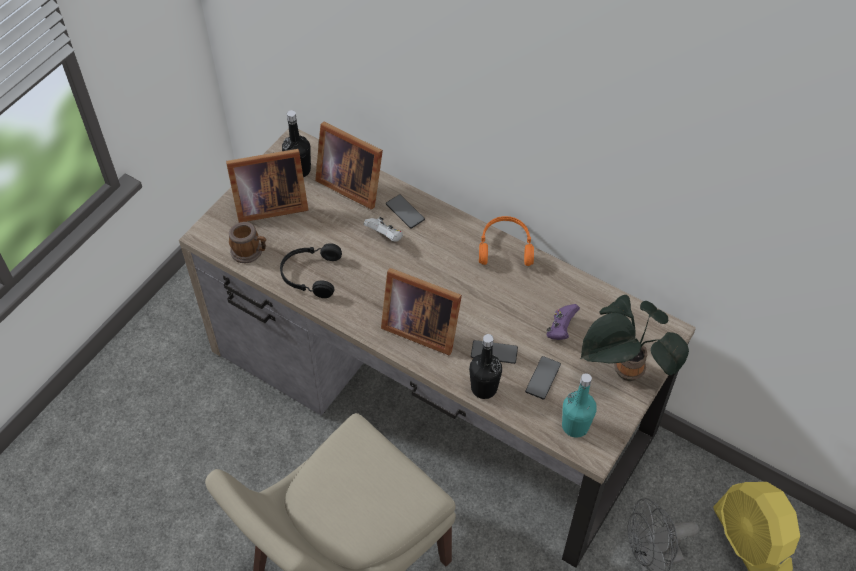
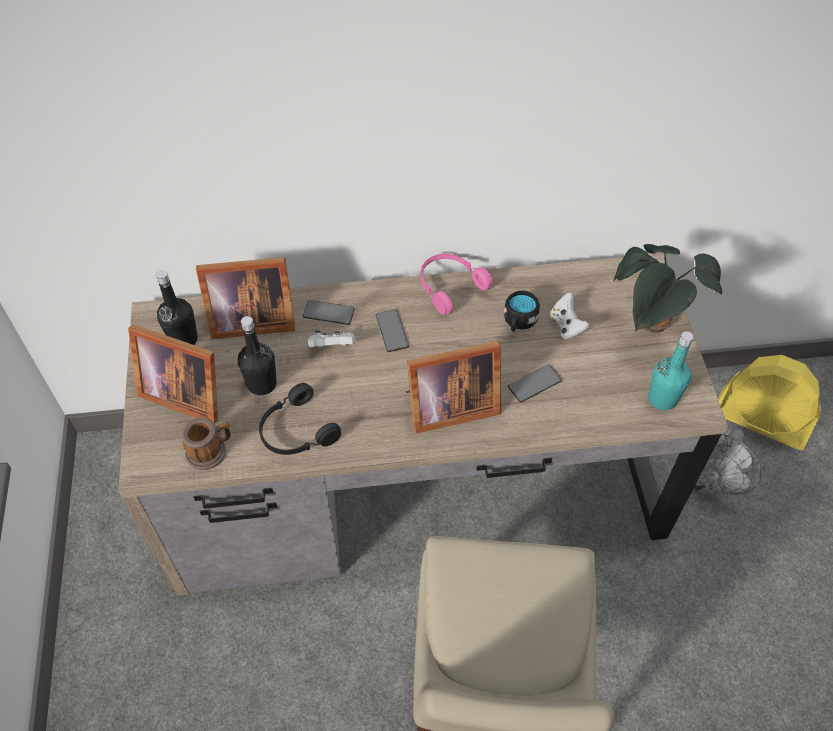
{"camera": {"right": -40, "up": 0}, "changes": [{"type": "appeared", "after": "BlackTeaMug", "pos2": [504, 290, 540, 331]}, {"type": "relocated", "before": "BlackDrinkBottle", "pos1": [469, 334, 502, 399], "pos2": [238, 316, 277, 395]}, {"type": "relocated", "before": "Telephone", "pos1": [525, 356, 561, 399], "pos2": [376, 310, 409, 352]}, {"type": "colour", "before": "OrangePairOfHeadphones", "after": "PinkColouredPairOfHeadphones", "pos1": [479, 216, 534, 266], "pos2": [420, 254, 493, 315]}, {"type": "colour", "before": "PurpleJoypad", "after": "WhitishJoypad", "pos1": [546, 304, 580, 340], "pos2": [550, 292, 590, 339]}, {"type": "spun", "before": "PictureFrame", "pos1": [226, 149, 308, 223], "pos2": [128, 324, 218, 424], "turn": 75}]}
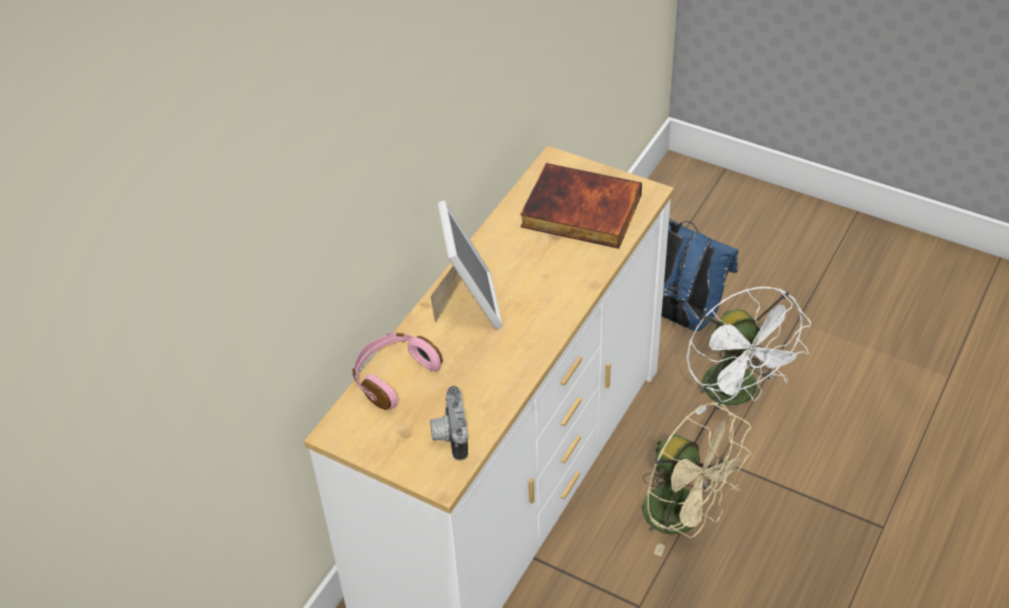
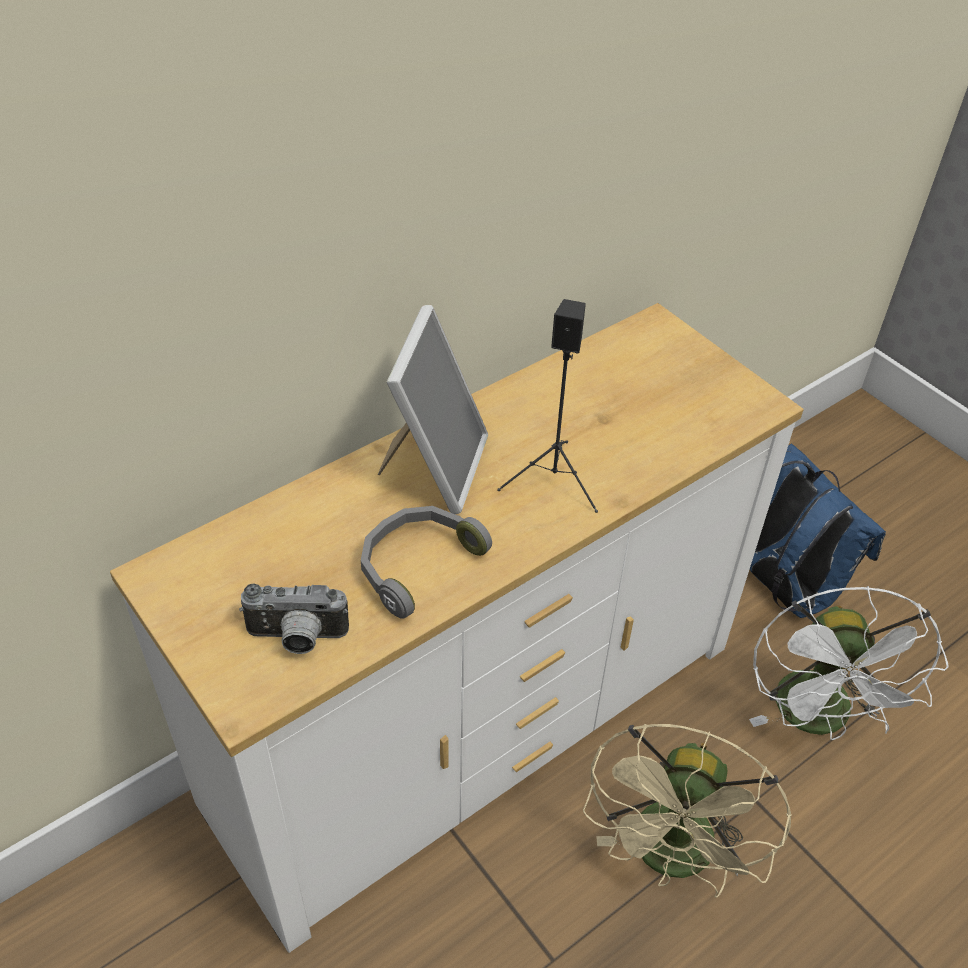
{"camera": {"right": 20, "up": 0}, "changes": [{"type": "missing", "before": "PinkColouredPairOfHeadphones", "pos1": [351, 333, 443, 410]}, {"type": "missing", "before": "BoundBook", "pos1": [520, 163, 642, 249]}, {"type": "appeared", "after": "GreyPairOfHeadphones", "pos2": [361, 506, 492, 619]}, {"type": "appeared", "after": "BlackAudioSpeaker", "pos2": [497, 299, 598, 513]}, {"type": "spun", "before": "PhotoCamera", "pos1": [430, 386, 468, 461], "pos2": [239, 583, 349, 654], "turn": -105}, {"type": "spun", "before": "BeigeCoolingFan", "pos1": [642, 401, 752, 556], "pos2": [583, 724, 792, 898], "turn": 45}]}
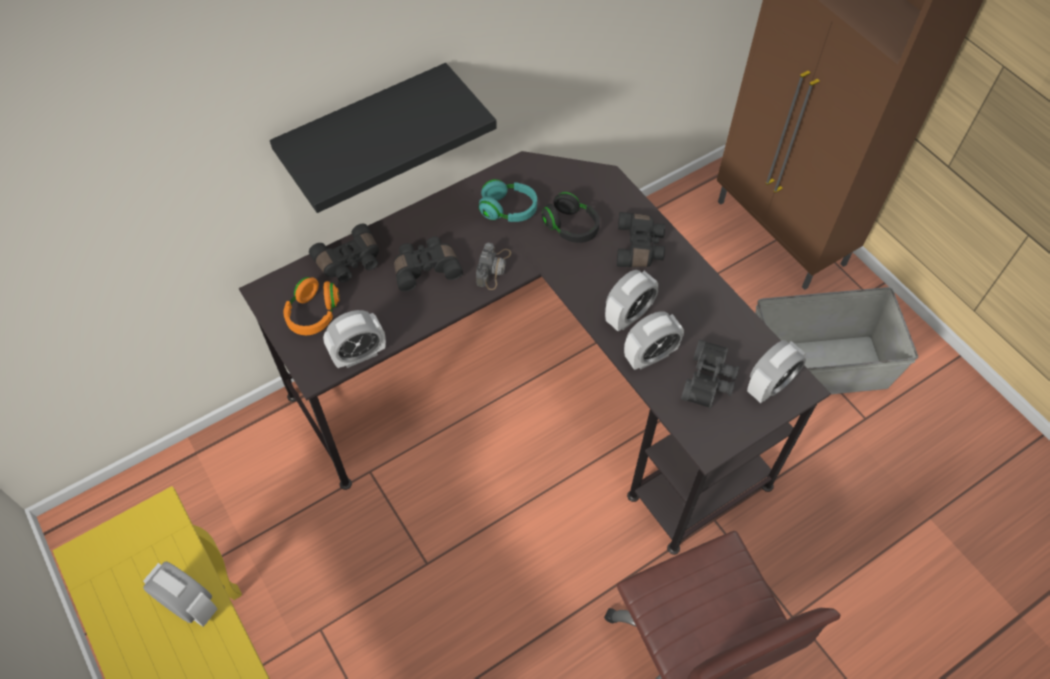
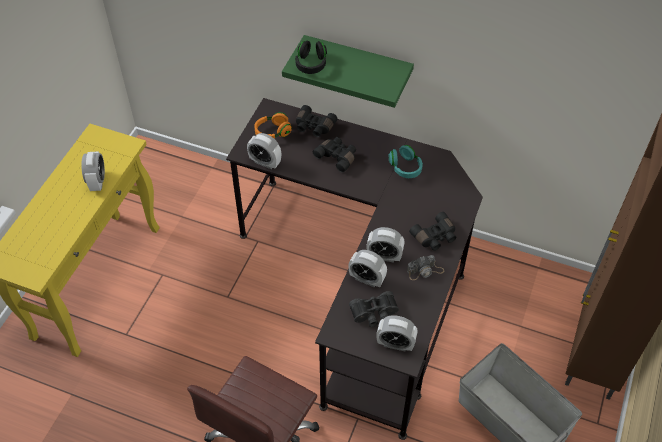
{"camera": {"right": 55, "up": -5}, "changes": [{"type": "relocated", "before": "PhotoCamera", "pos1": [476, 242, 511, 290], "pos2": [407, 255, 444, 280]}, {"type": "relocated", "before": "BlackPairOfHeadphones", "pos1": [542, 192, 600, 243], "pos2": [295, 41, 327, 74]}, {"type": "colour", "before": "BlackWallShelf", "after": "GreenWallShelf", "pos1": [270, 63, 497, 213], "pos2": [282, 35, 414, 108]}]}
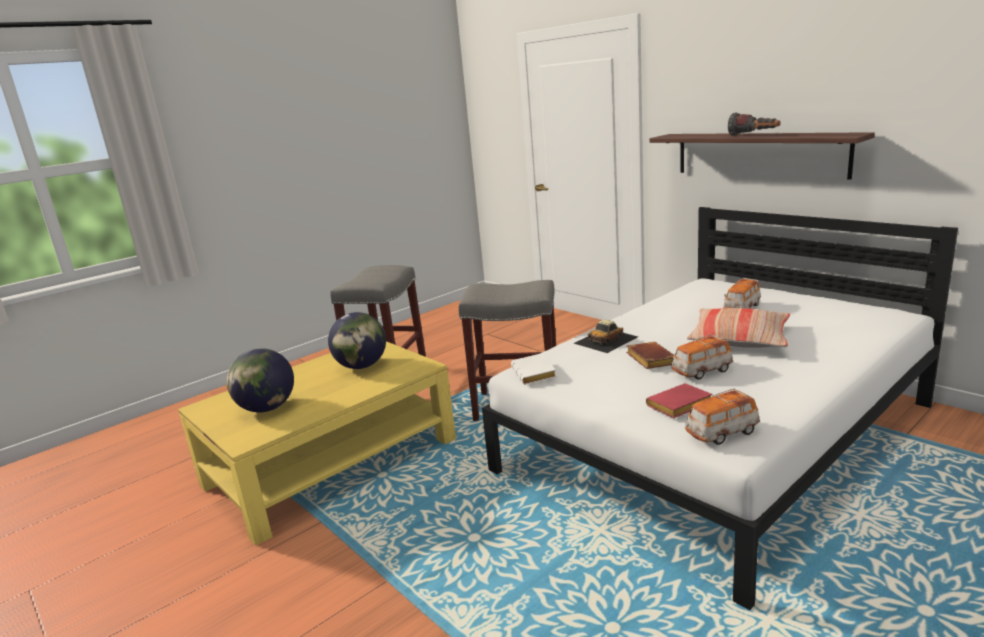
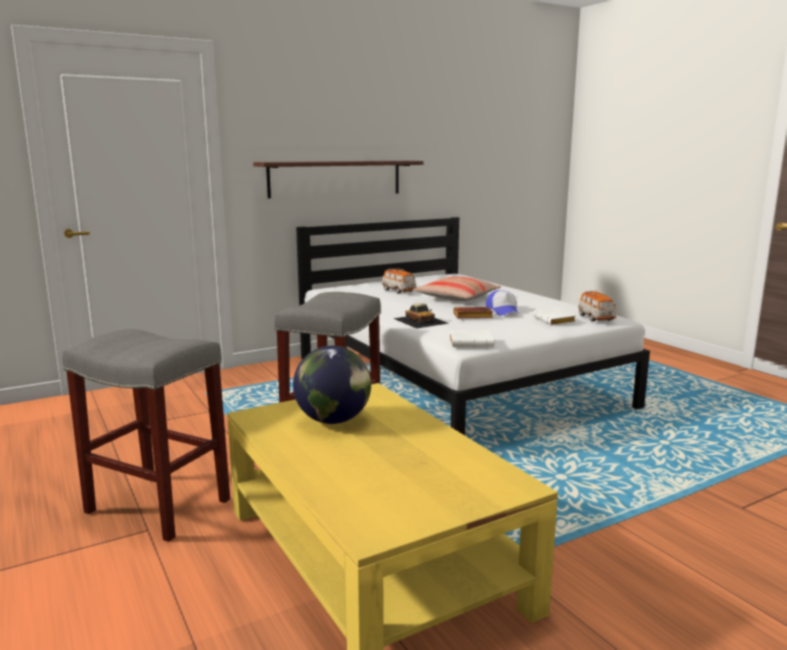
{"camera": {"right": -80, "up": -5}, "changes": [{"type": "missing", "before": "DeskGlobe", "pos1": [227, 348, 294, 412]}, {"type": "missing", "before": "Flashlight", "pos1": [728, 112, 781, 136]}, {"type": "exchanged", "before": "ModelCar", "after": "PeakedCap", "pos1": [671, 334, 733, 380], "pos2": [486, 290, 519, 316]}, {"type": "colour", "before": "RedColouredBoundBook", "after": "WhitishBoundBook", "pos1": [646, 383, 713, 418], "pos2": [533, 307, 576, 325]}]}
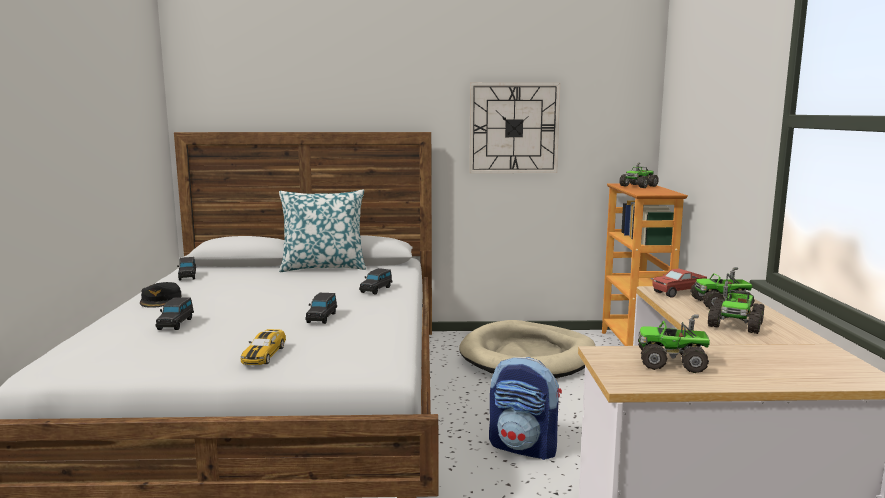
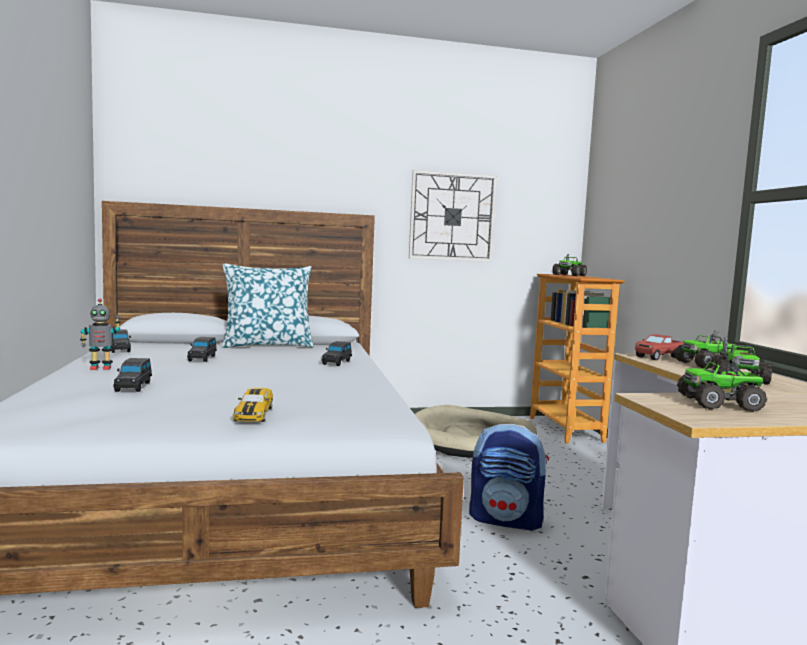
{"camera": {"right": -10, "up": -5}, "changes": [{"type": "relocated", "before": "BlackModelCar", "pos1": [306, 293, 337, 324], "pos2": [187, 337, 217, 362]}, {"type": "exchanged", "before": "BlackPeakedCap", "after": "ToyRobot", "pos1": [140, 282, 182, 308], "pos2": [80, 298, 121, 370]}]}
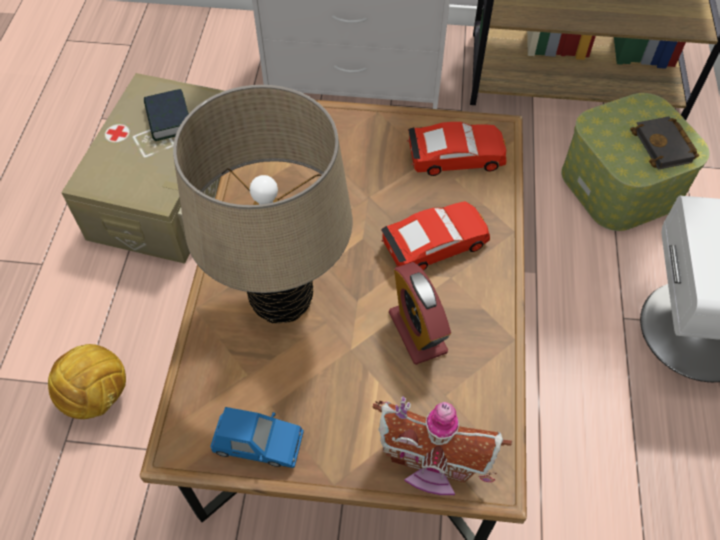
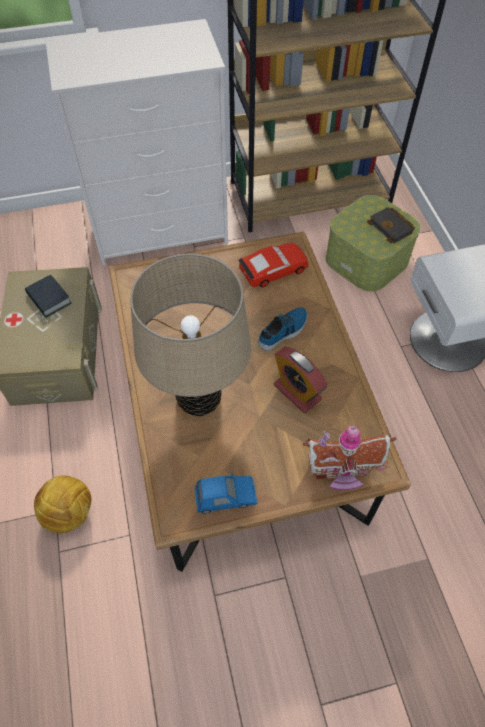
{"camera": {"right": -20, "up": 0}, "changes": [{"type": "exchanged", "before": "RedColouredModelCar", "after": "Shoe", "pos1": [381, 201, 490, 271], "pos2": [258, 308, 308, 351]}]}
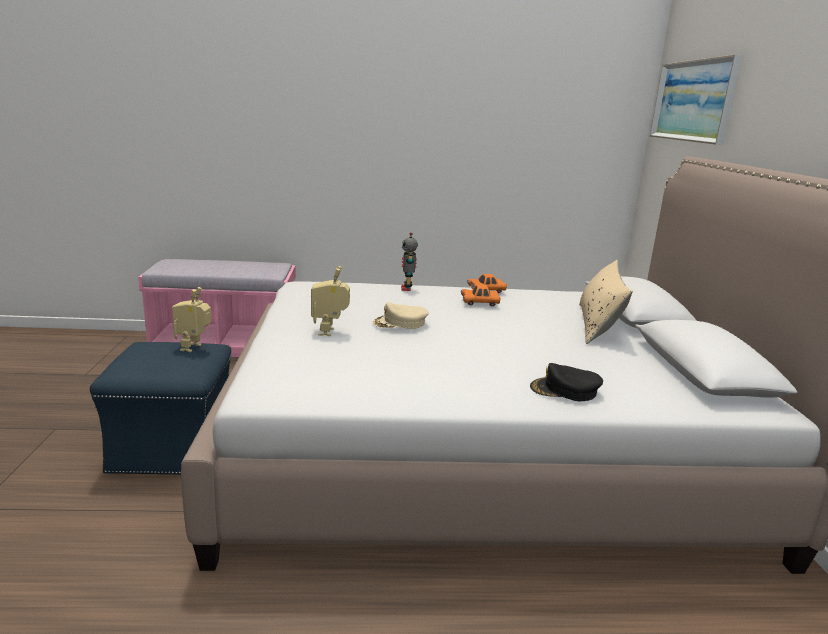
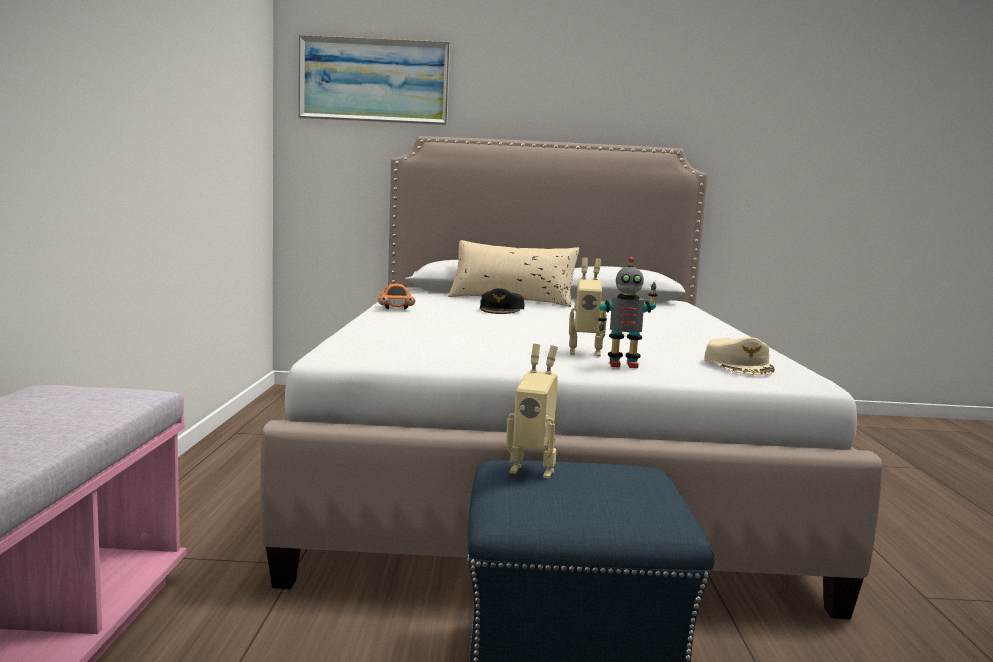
{"camera": {"right": -85, "up": -10}, "changes": [{"type": "missing", "before": "OrangeModelCar", "pos1": [461, 285, 500, 306]}, {"type": "relocated", "before": "BeigePeakedCap", "pos1": [373, 302, 429, 329], "pos2": [704, 337, 775, 375]}, {"type": "relocated", "before": "ToyRobot", "pos1": [401, 232, 418, 291], "pos2": [598, 257, 658, 368]}, {"type": "relocated", "before": "BlackPeakedCap", "pos1": [530, 363, 603, 401], "pos2": [480, 288, 525, 314]}]}
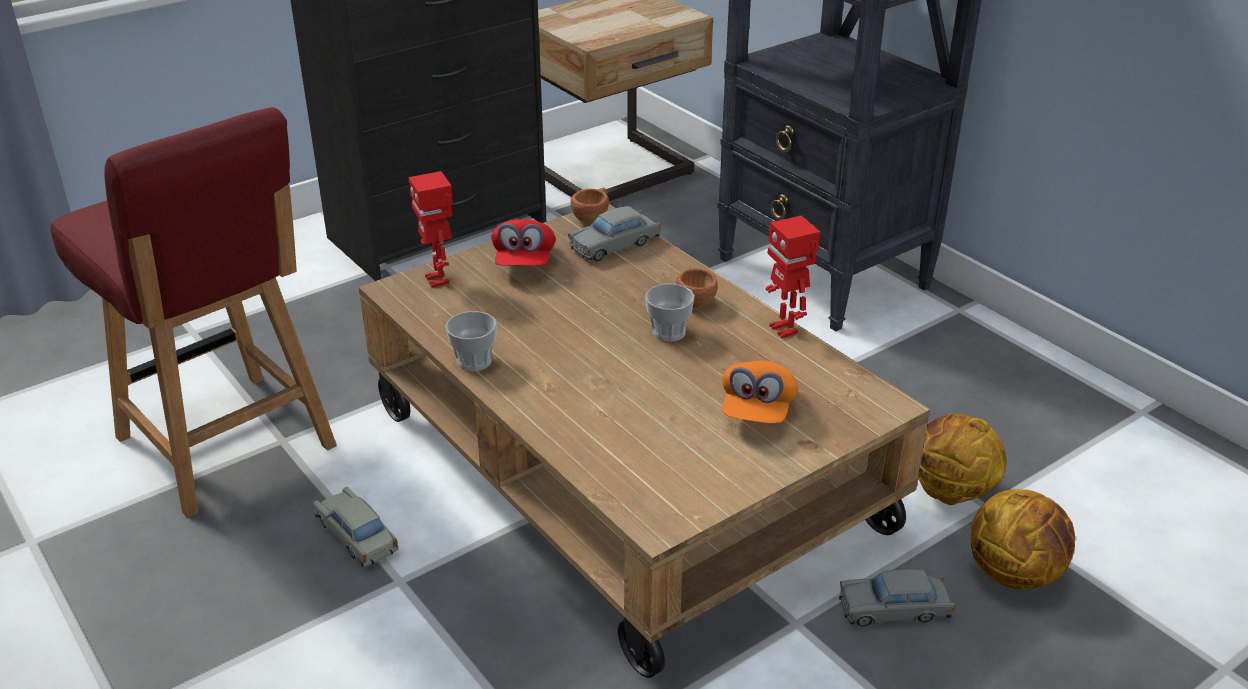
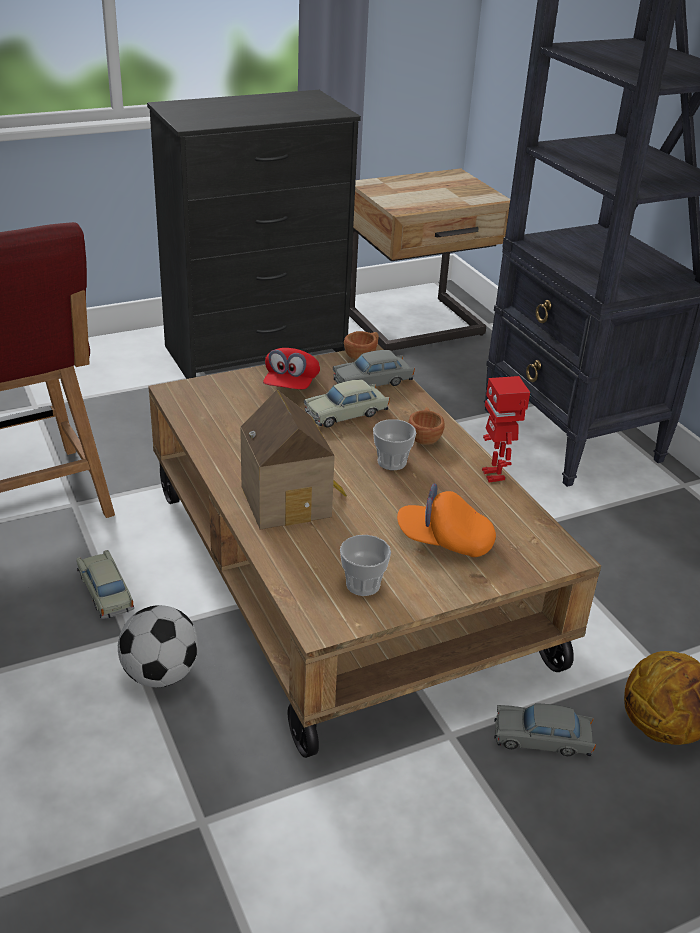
{"camera": {"right": 10, "up": 0}, "changes": [{"type": "missing", "before": "ToyRobot", "pos1": [409, 171, 453, 288]}, {"type": "missing", "before": "BallForBasketball", "pos1": [918, 414, 1007, 505]}, {"type": "appeared", "after": "Football", "pos2": [118, 605, 198, 687]}, {"type": "appeared", "after": "ToyHouse", "pos2": [240, 390, 347, 529]}, {"type": "appeared", "after": "BeigeModelCar", "pos2": [304, 379, 390, 427]}, {"type": "relocated", "before": "SmallCup", "pos1": [445, 311, 497, 372], "pos2": [340, 535, 391, 596]}, {"type": "spun", "before": "OrangePeakedCap", "pos1": [722, 361, 799, 423], "pos2": [397, 483, 496, 557], "turn": 75}]}
